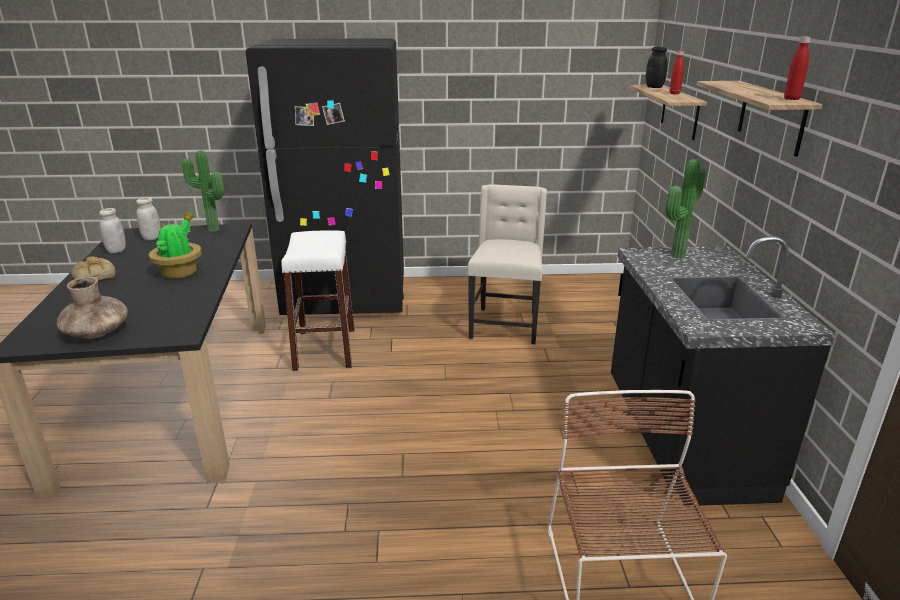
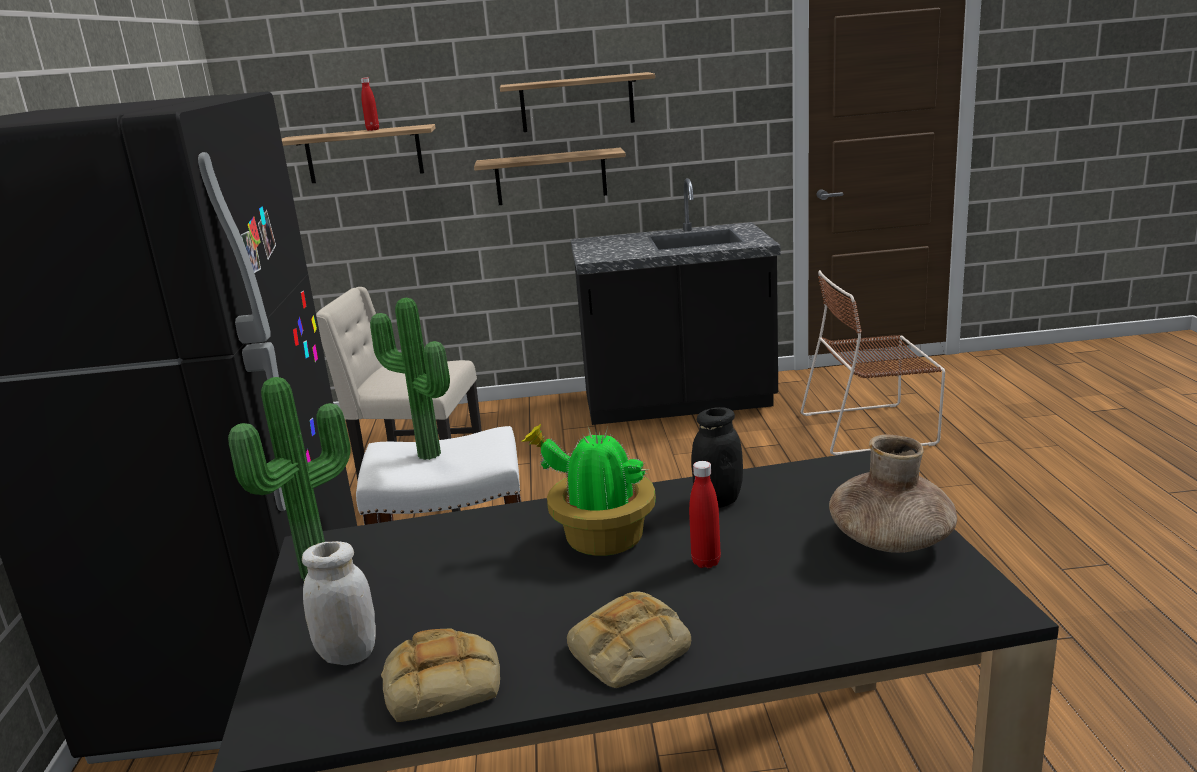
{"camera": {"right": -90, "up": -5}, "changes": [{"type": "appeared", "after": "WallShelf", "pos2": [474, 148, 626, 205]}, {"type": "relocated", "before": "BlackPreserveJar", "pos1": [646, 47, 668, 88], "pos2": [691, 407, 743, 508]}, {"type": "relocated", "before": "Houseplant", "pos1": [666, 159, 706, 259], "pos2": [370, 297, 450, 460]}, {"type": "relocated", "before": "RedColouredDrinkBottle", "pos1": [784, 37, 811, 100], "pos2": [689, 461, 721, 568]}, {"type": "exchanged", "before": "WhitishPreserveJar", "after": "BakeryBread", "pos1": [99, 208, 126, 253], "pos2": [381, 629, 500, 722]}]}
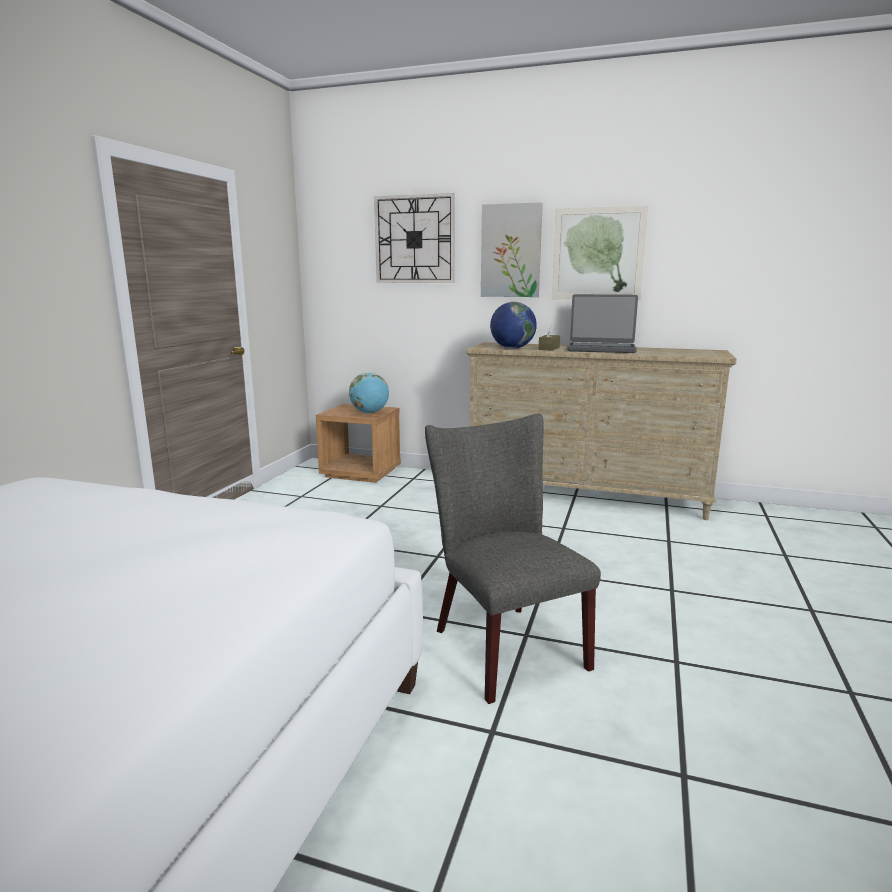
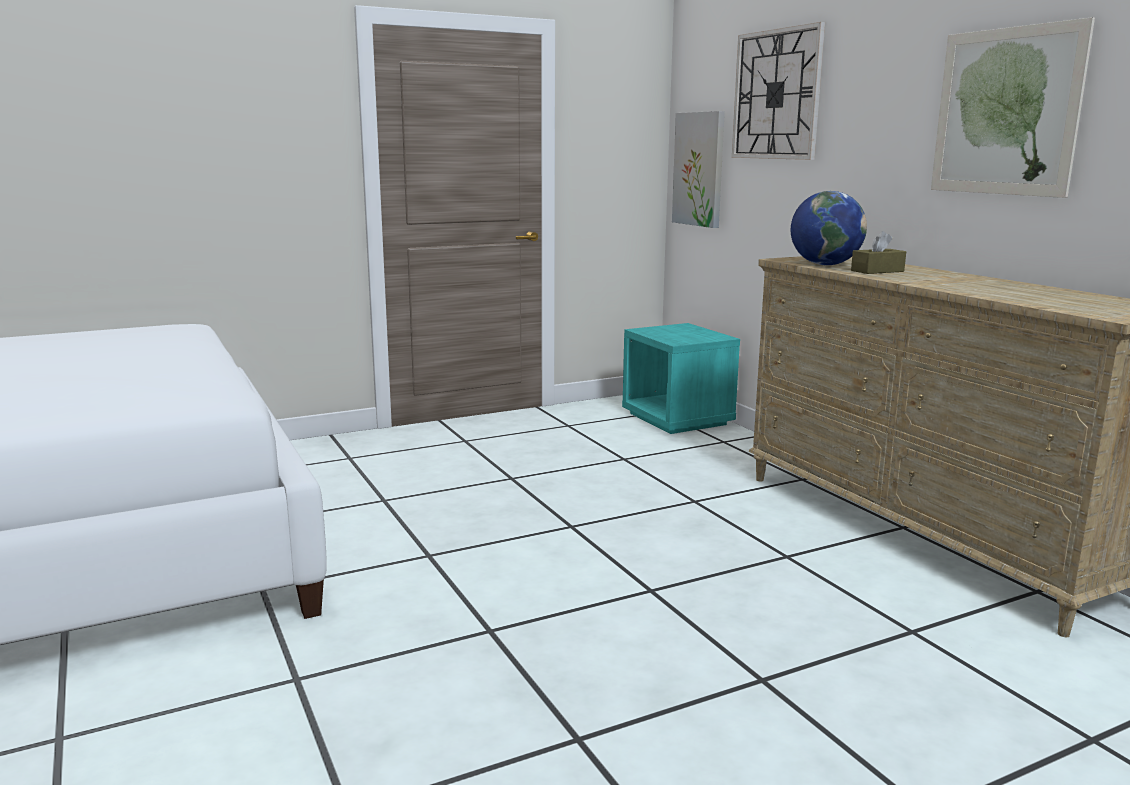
{"camera": {"right": 45, "up": 0}, "changes": [{"type": "missing", "before": "DeskGlobe", "pos1": [349, 372, 389, 413]}, {"type": "missing", "before": "GreyUprightChair", "pos1": [425, 413, 601, 704]}, {"type": "missing", "before": "PortableComputer", "pos1": [567, 294, 638, 353]}, {"type": "relocated", "before": "WallArt", "pos1": [481, 202, 543, 297], "pos2": [672, 111, 725, 228]}, {"type": "colour", "before": "BrownColouredNightstand", "after": "BlueGreenNightstand", "pos1": [316, 404, 401, 483], "pos2": [622, 323, 740, 434]}]}
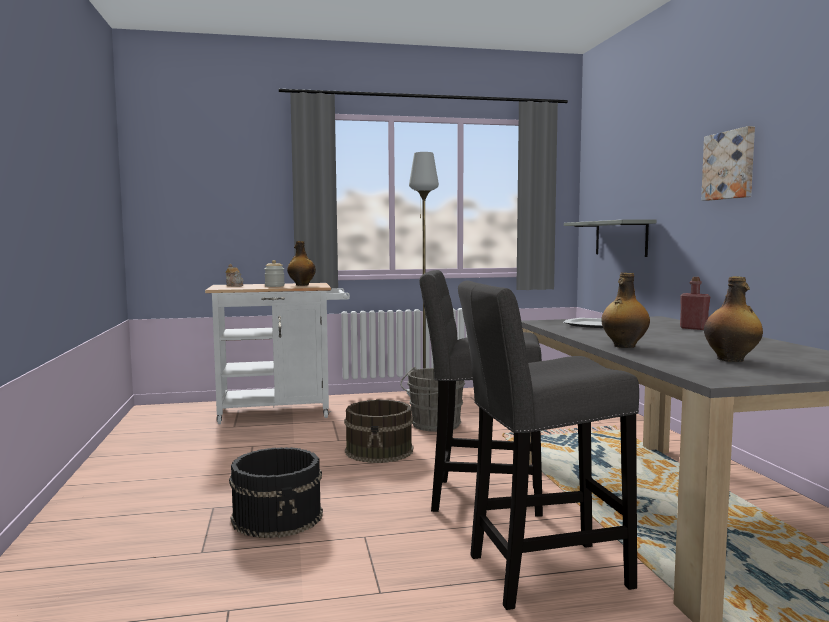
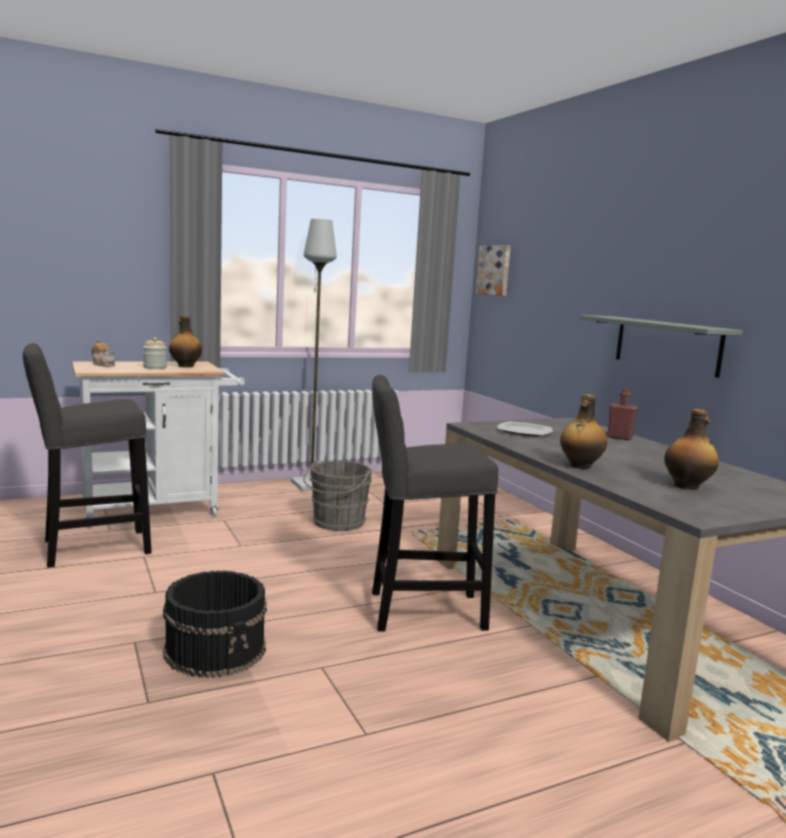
{"camera": {"right": -15, "up": 5}, "changes": [{"type": "missing", "before": "BrownColouredBucket", "pos1": [344, 400, 413, 463]}, {"type": "relocated", "before": "GreyStool", "pos1": [458, 281, 639, 610], "pos2": [23, 343, 152, 568]}, {"type": "relocated", "before": "GreyWallShelf", "pos1": [564, 220, 656, 257], "pos2": [579, 315, 743, 378]}, {"type": "relocated", "before": "WallArt", "pos1": [701, 126, 755, 201], "pos2": [476, 245, 511, 296]}]}
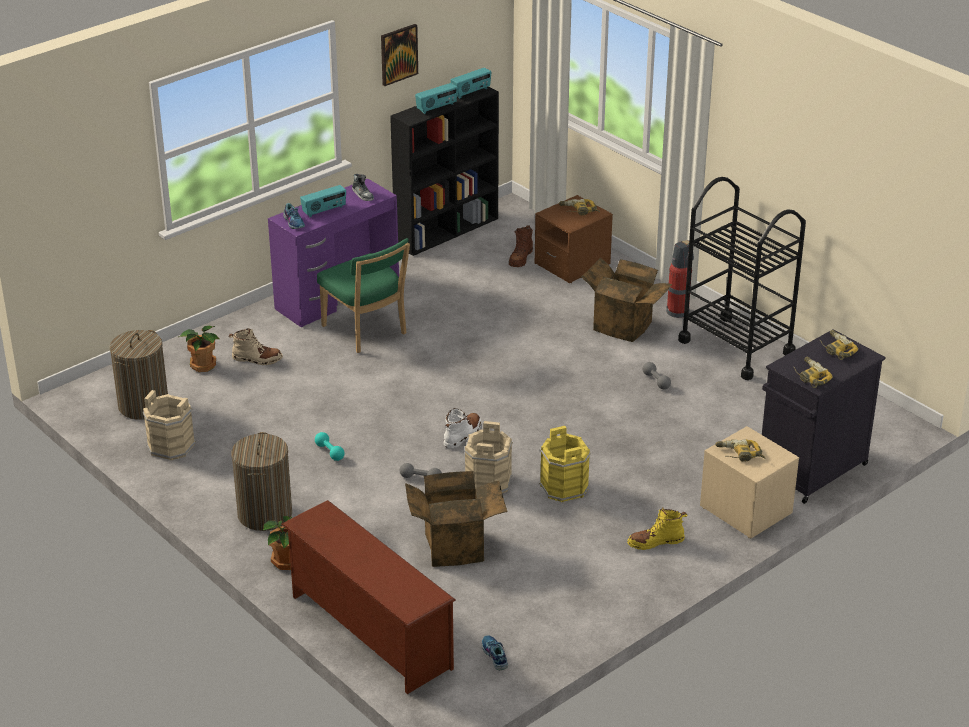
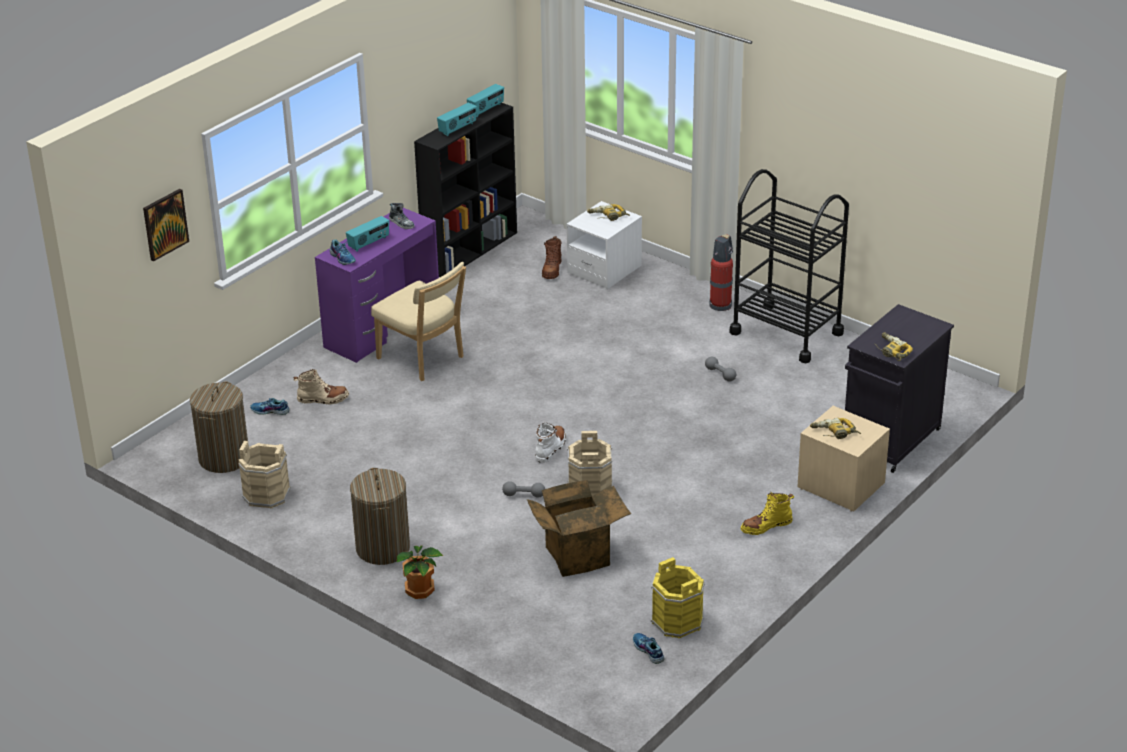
{"camera": {"right": -10, "up": 0}, "changes": [{"type": "missing", "before": "BrownColouredShoeShelf", "pos1": [281, 500, 456, 694]}, {"type": "missing", "before": "BlueGreenDumbbell", "pos1": [315, 432, 345, 461]}, {"type": "missing", "before": "CardboardBox", "pos1": [581, 257, 672, 342]}, {"type": "missing", "before": "PowerDrill", "pos1": [820, 330, 858, 360]}, {"type": "relocated", "before": "WallArt", "pos1": [381, 24, 418, 86], "pos2": [143, 189, 189, 262]}, {"type": "relocated", "before": "YellowColouredBucket", "pos1": [539, 426, 591, 502], "pos2": [651, 557, 705, 638]}, {"type": "exchanged", "before": "Houseplant", "after": "Shoe", "pos1": [178, 326, 219, 372], "pos2": [250, 398, 290, 415]}, {"type": "colour", "before": "GreenUprightChair", "after": "BeigeUprightChair", "pos1": [317, 238, 410, 353], "pos2": [371, 262, 466, 381]}, {"type": "colour", "before": "BrownColouredNightstand", "after": "WhitishNightstand", "pos1": [535, 195, 613, 283], "pos2": [567, 201, 642, 289]}]}
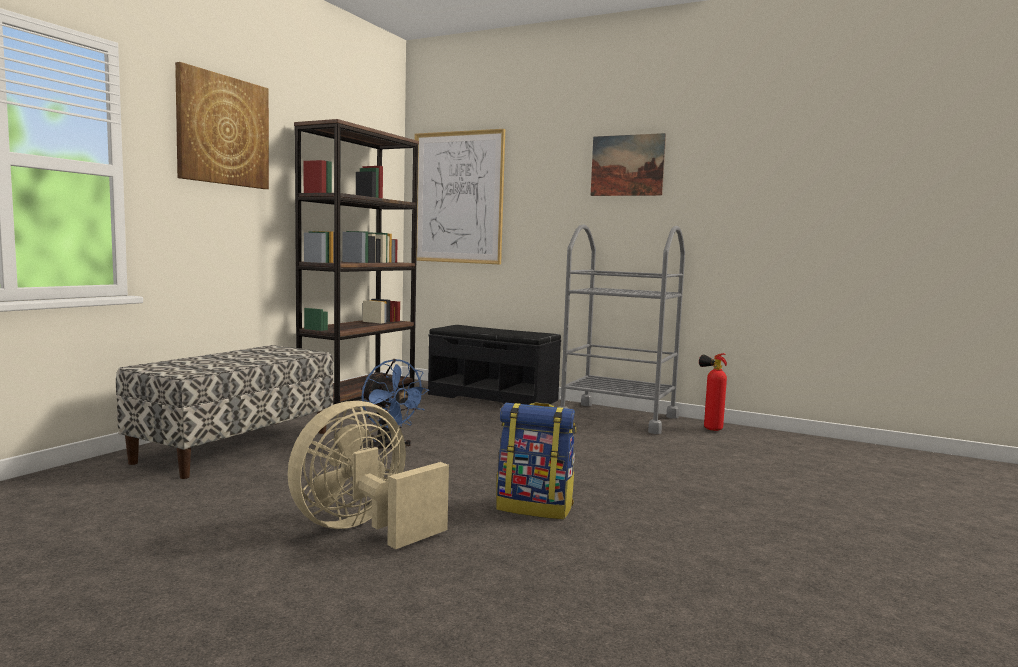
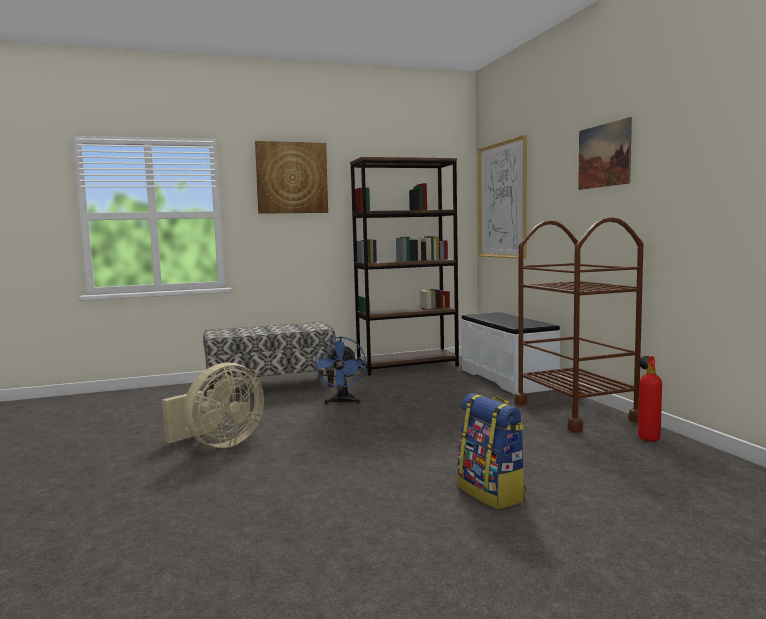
{"camera": {"right": 45, "up": 0}, "changes": [{"type": "relocated", "before": "Backpack", "pos1": [496, 402, 576, 519], "pos2": [458, 393, 526, 509]}, {"type": "colour", "before": "BlackLongSeat", "after": "WhitishLongSeat", "pos1": [428, 325, 561, 405], "pos2": [461, 312, 560, 395]}, {"type": "colour", "before": "GreyTrolley", "after": "BrownColouredTrolley", "pos1": [557, 224, 685, 434], "pos2": [515, 217, 643, 432]}, {"type": "spun", "before": "BeigeCoolingFan", "pos1": [288, 401, 449, 549], "pos2": [162, 363, 264, 448], "turn": 135}]}
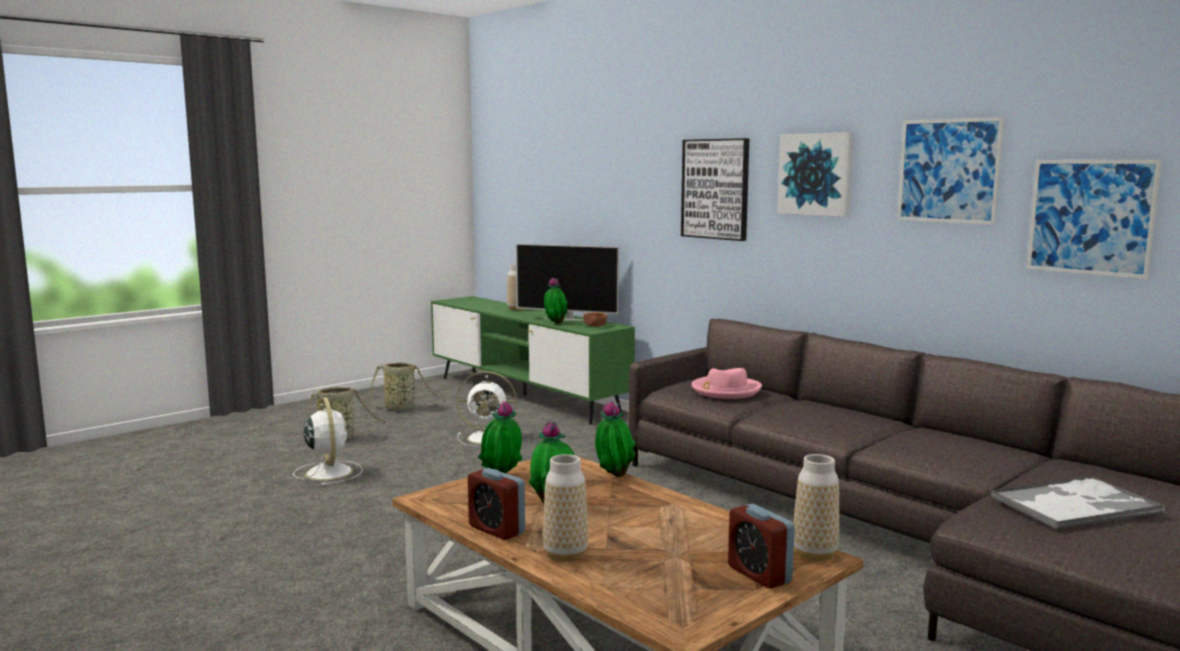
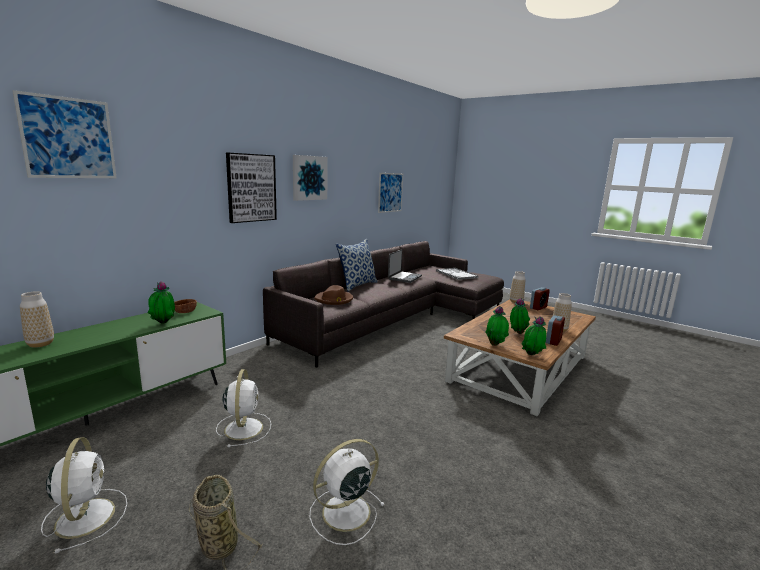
{"camera": {"right": -100, "up": 5}, "changes": [{"type": "missing", "before": "TvSet", "pos1": [516, 243, 619, 321]}, {"type": "appeared", "after": "ThrowPillow", "pos2": [336, 238, 378, 292]}, {"type": "appeared", "after": "PortableComputer", "pos2": [388, 249, 422, 283]}, {"type": "relocated", "before": "Houseplant", "pos1": [595, 401, 636, 477], "pos2": [521, 316, 546, 355]}, {"type": "relocated", "before": "WallArt", "pos1": [897, 117, 1004, 225], "pos2": [12, 90, 116, 178]}, {"type": "exchanged", "before": "StorageBasket", "after": "WhitishCoolingFan", "pos1": [368, 362, 445, 411], "pos2": [41, 437, 127, 553]}, {"type": "colour", "before": "PinkColouredHat", "after": "BrownColouredHat", "pos1": [692, 368, 762, 399], "pos2": [314, 285, 353, 305]}]}
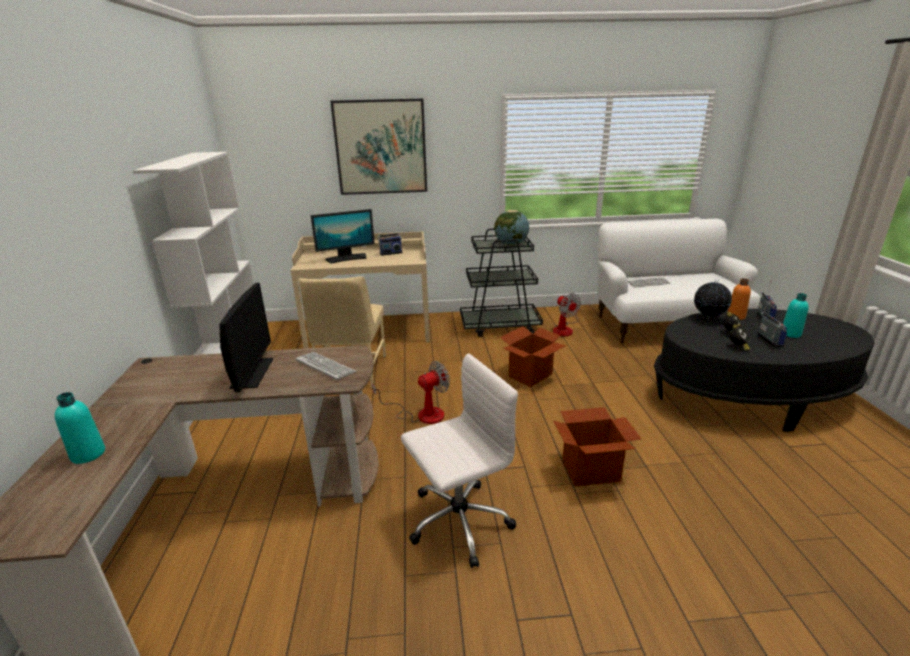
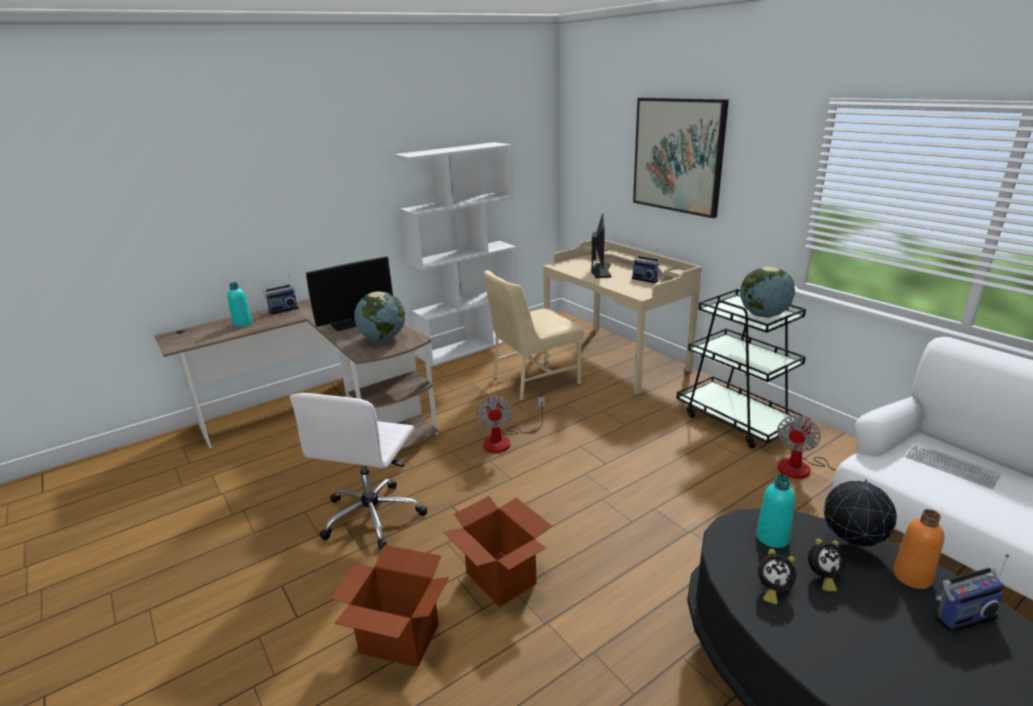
{"camera": {"right": 60, "up": 0}, "changes": [{"type": "relocated", "before": "CardboardBox", "pos1": [500, 326, 566, 387], "pos2": [331, 545, 449, 667]}, {"type": "relocated", "before": "Radio", "pos1": [758, 300, 787, 348], "pos2": [263, 274, 299, 315]}, {"type": "relocated", "before": "BlueGreenDrinkBottle", "pos1": [783, 293, 809, 338], "pos2": [756, 474, 795, 548]}, {"type": "exchanged", "before": "ComputerKeyboard", "after": "DeskGlobe", "pos1": [296, 352, 356, 380], "pos2": [354, 291, 405, 342]}, {"type": "spun", "before": "Monitor", "pos1": [311, 209, 375, 264], "pos2": [591, 213, 612, 278], "turn": -120}, {"type": "spun", "before": "CoolingFan", "pos1": [372, 361, 450, 424], "pos2": [477, 394, 545, 453], "turn": 60}, {"type": "spun", "before": "WhitishOfficeChair", "pos1": [401, 353, 518, 568], "pos2": [290, 393, 427, 550], "turn": 75}]}
